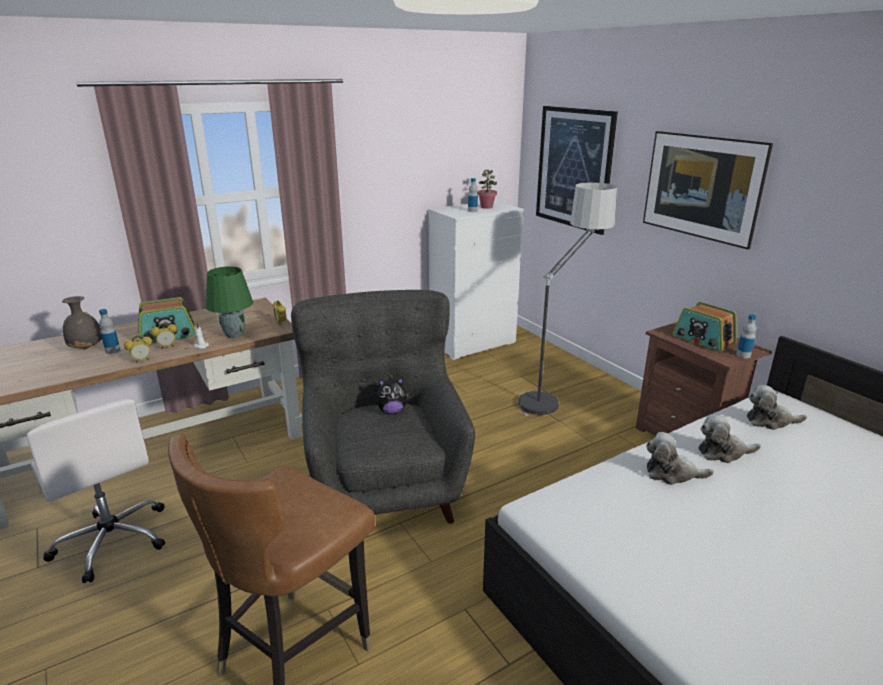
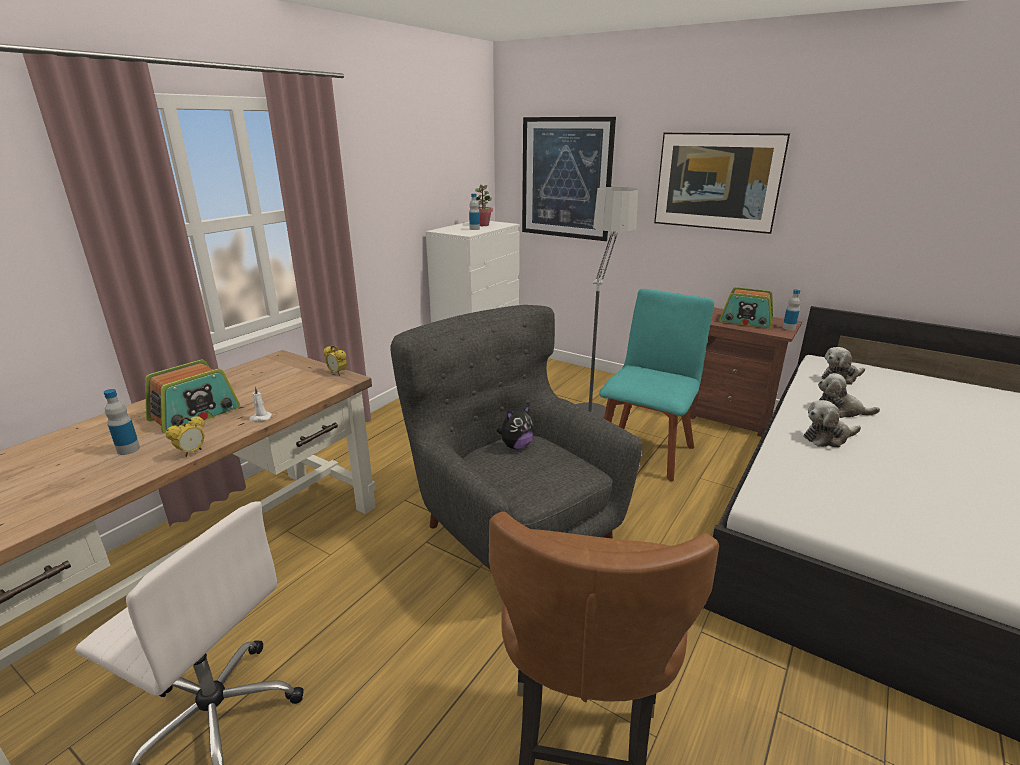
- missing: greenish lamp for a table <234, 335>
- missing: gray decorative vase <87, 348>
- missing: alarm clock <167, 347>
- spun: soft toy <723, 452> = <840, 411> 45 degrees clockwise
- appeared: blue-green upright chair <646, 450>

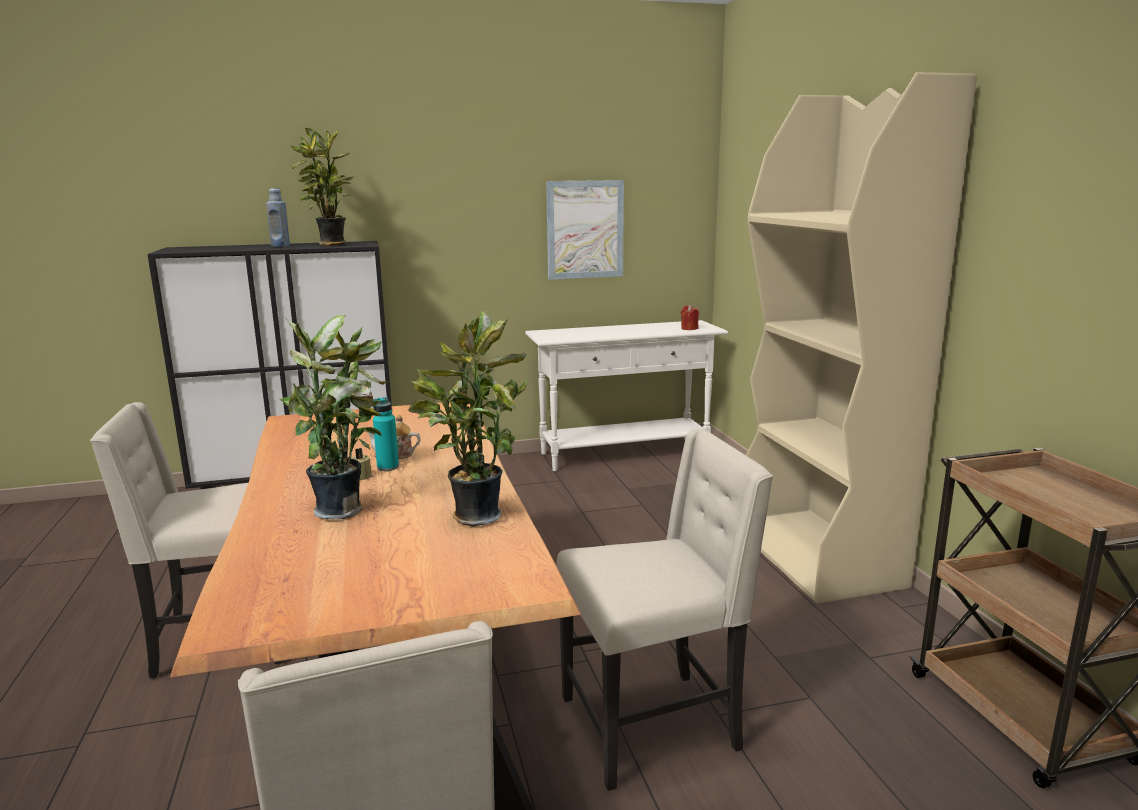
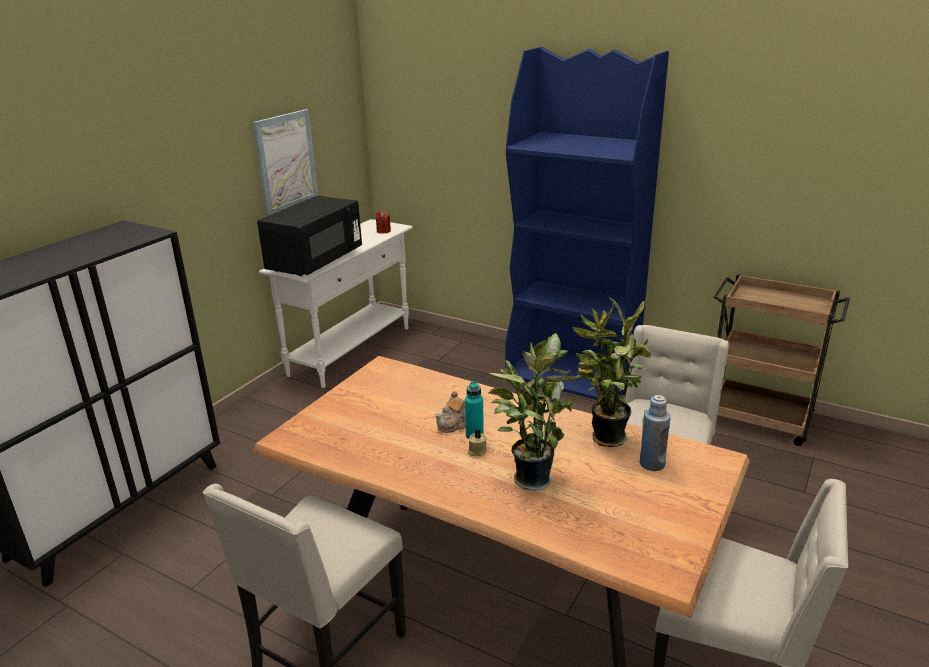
- colour: sand-coloured bookcase <815, 555> to blue-coloured bookcase <573, 375>
- missing: plant in a pot <331, 244>
- relocated: blue-coloured bottle <280, 246> to <652, 464>
- appeared: black microwave oven <315, 261>

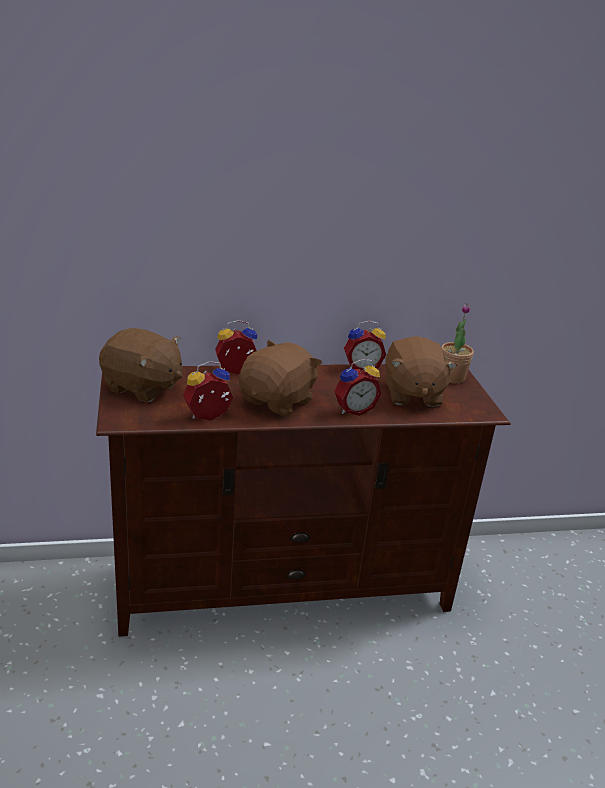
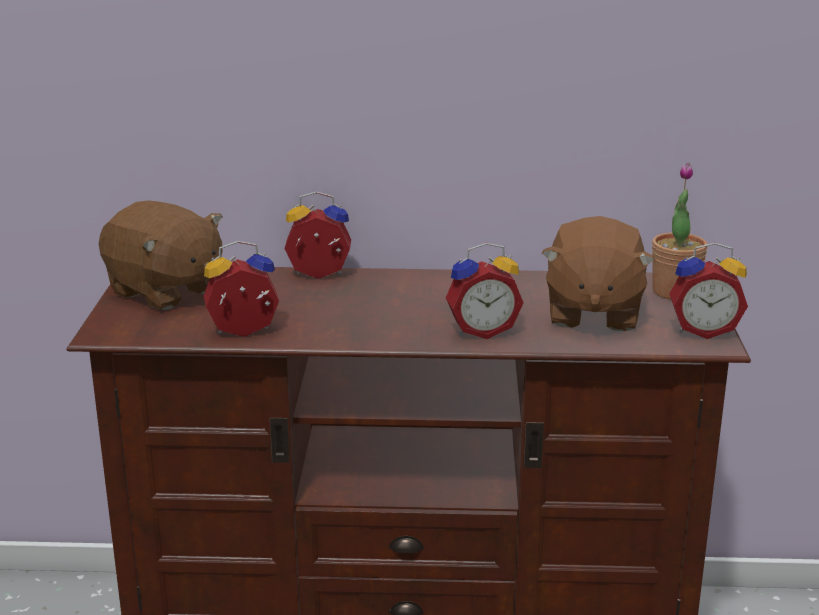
- relocated: alarm clock <361, 367> to <703, 330>
- missing: brownish soft toy <278, 401>

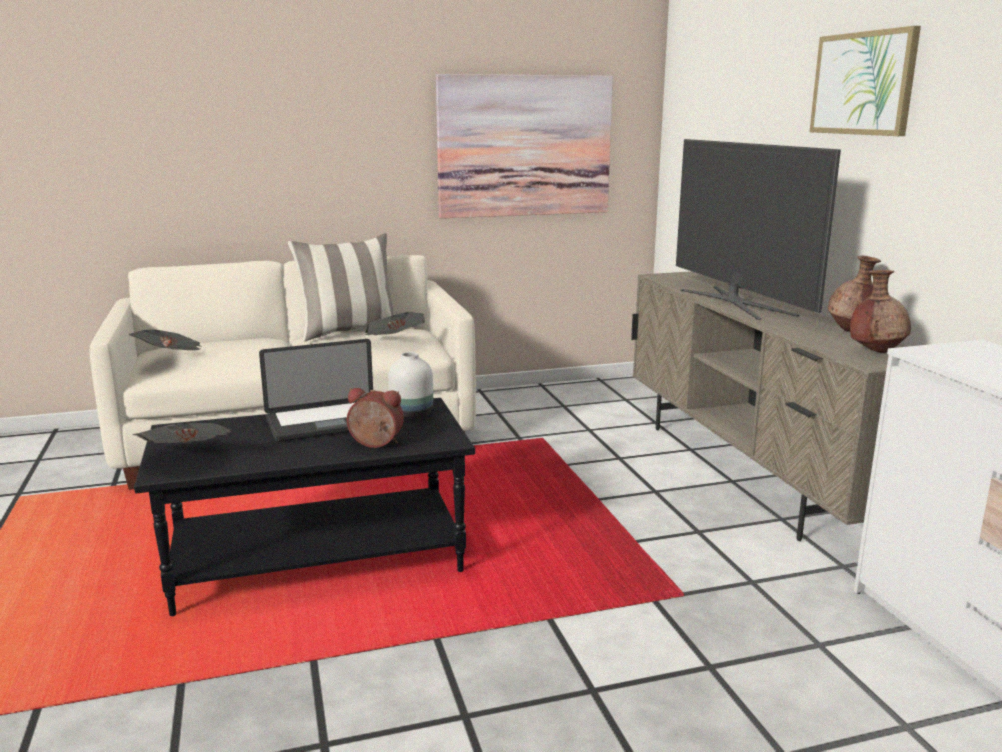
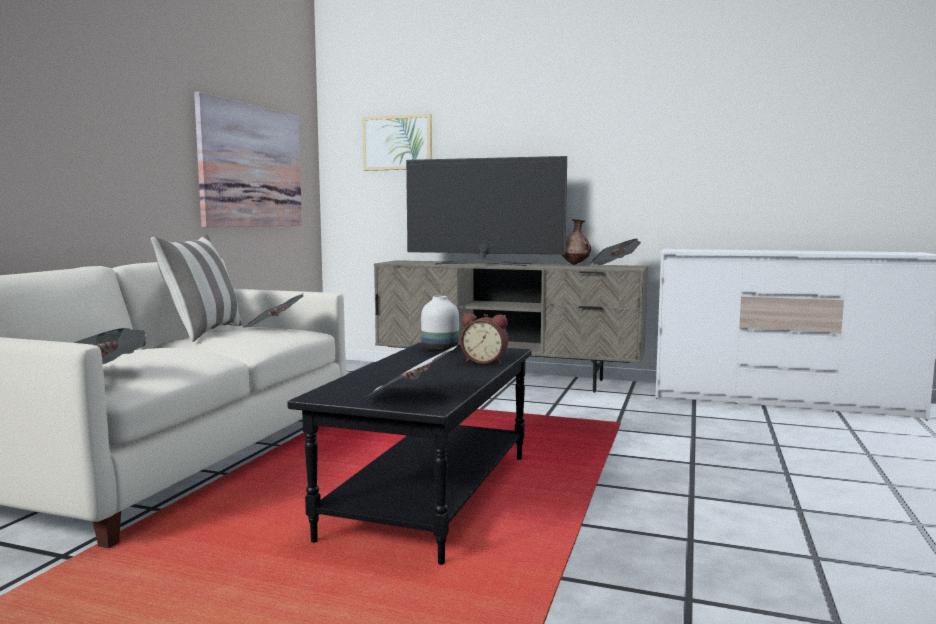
- relocated: picture <863, 83> to <397, 143>
- exchanged: brownish decorative vase <876, 351> to newspaper <614, 266>
- missing: notebook computer <327, 423>
- spun: alarm clock <375, 444> = <485, 361> 120 degrees counterclockwise

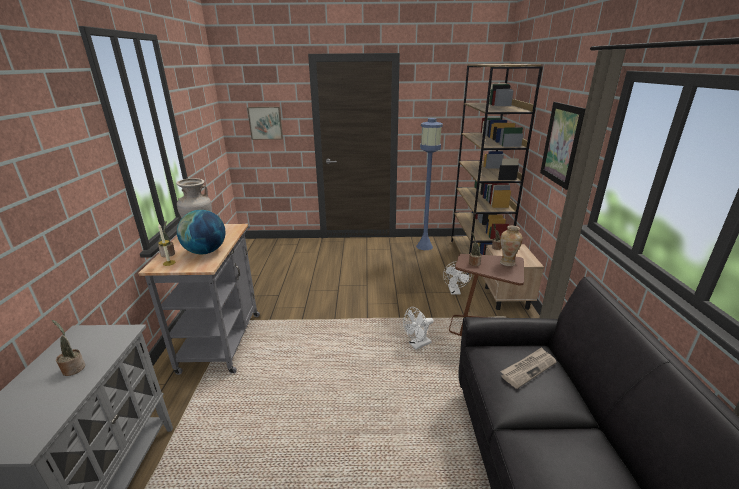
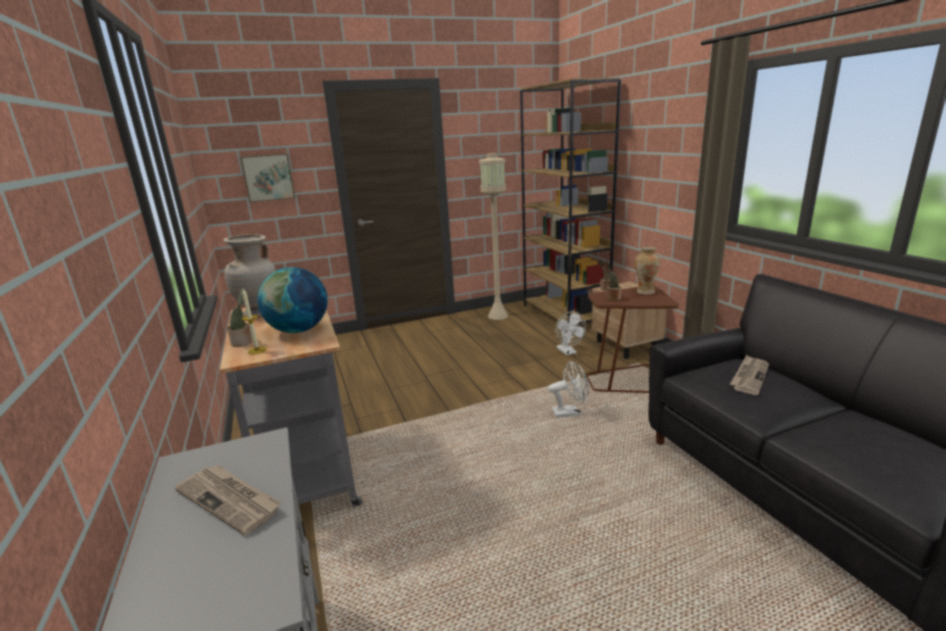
- missing: picture <561, 144>
- colour: blue-coloured standing lamp <424, 246> to sand-coloured standing lamp <498, 316>
- spun: white electric fan <417, 345> = <570, 412> 135 degrees counterclockwise
- exchanged: plant in a pot <73, 368> to newspaper <230, 500>

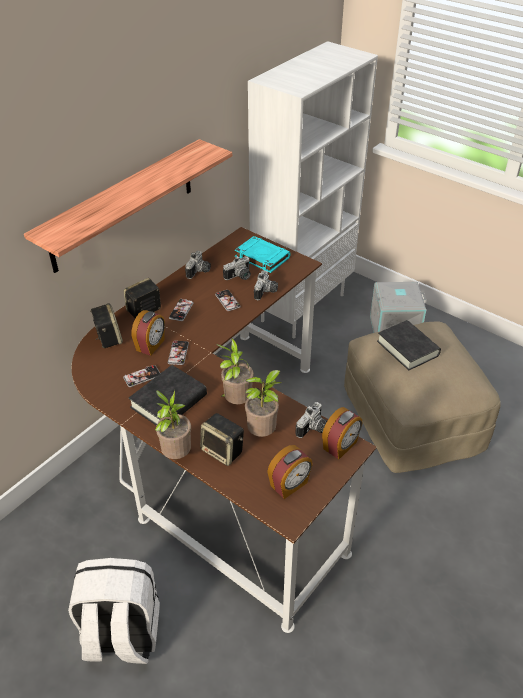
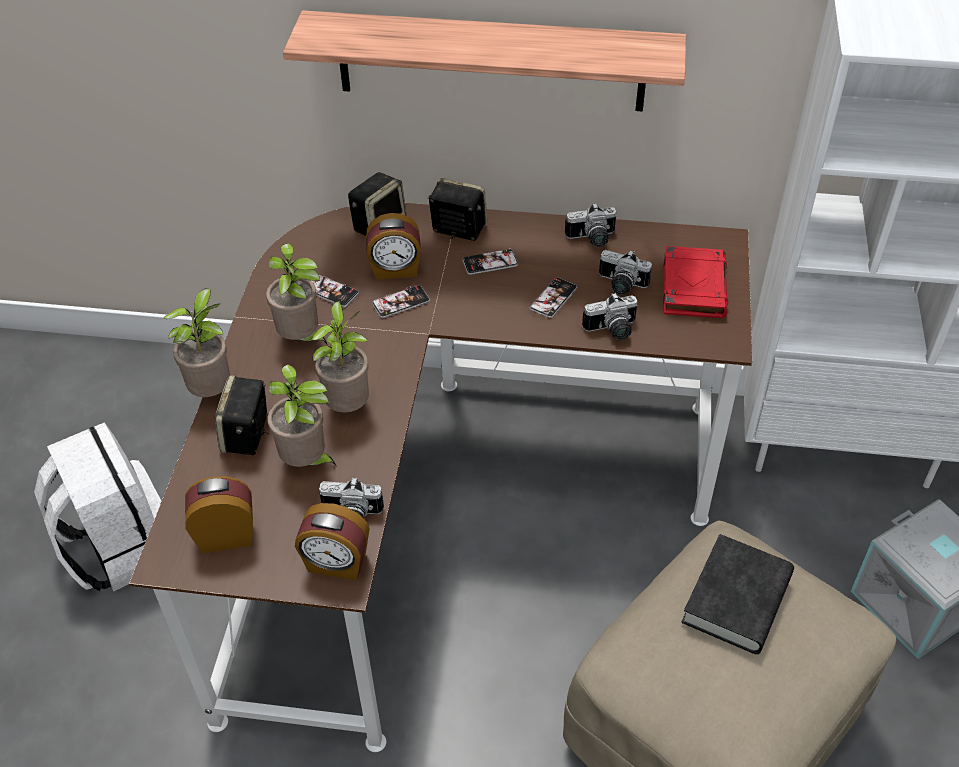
- colour: blue-green bound book <261, 257> to red bound book <693, 286>
- exchanged: black bound book <169, 402> to plant in a pot <302, 339>
- spun: alarm clock <289, 485> = <226, 534> 150 degrees clockwise

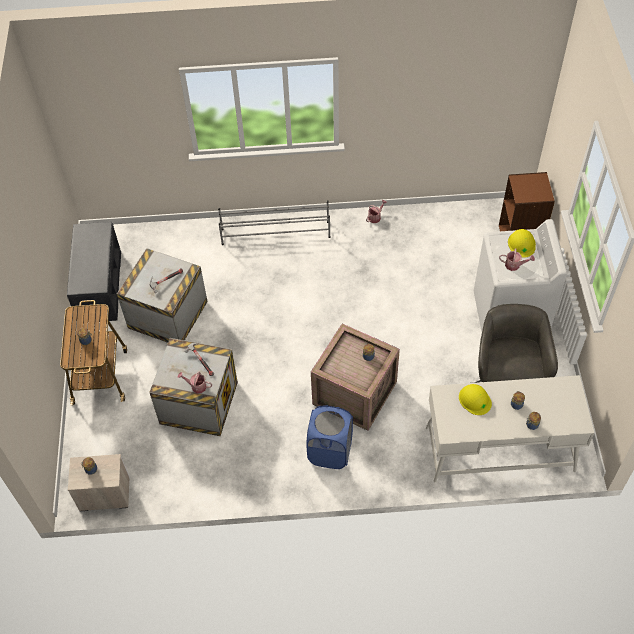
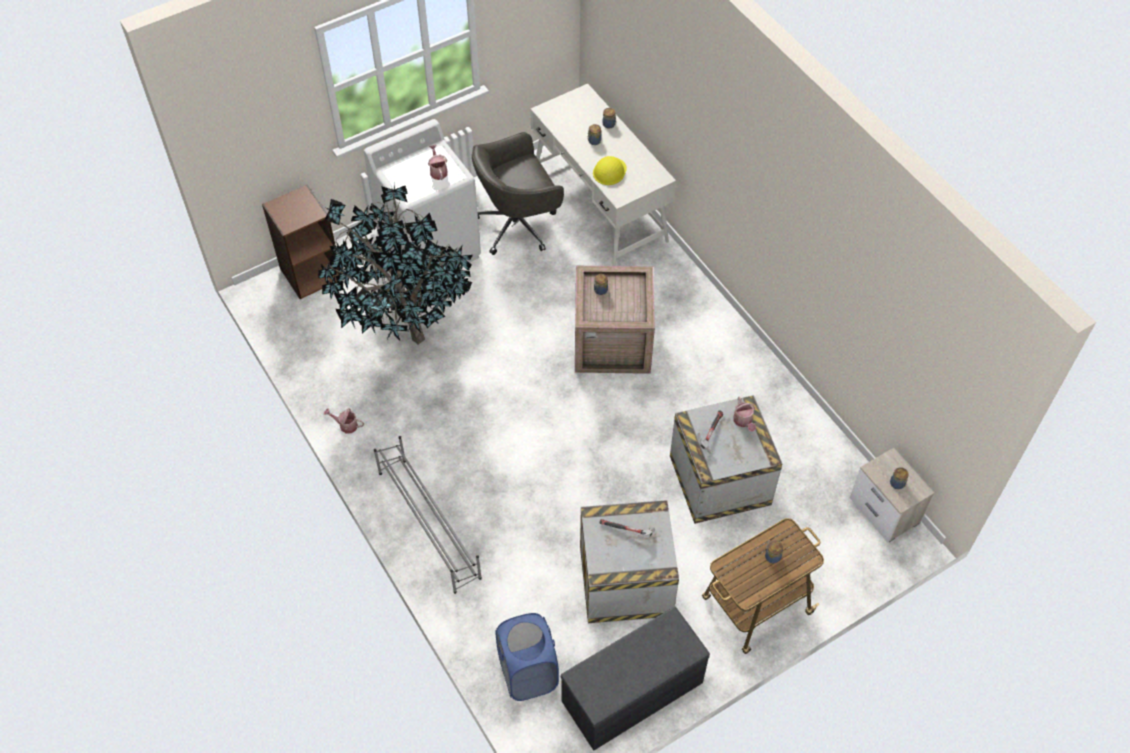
- missing: yellow work helmet <521, 244>
- relocated: blue-coloured washing basket <330, 452> to <527, 673>
- appeared: plant in a pot <410, 347>

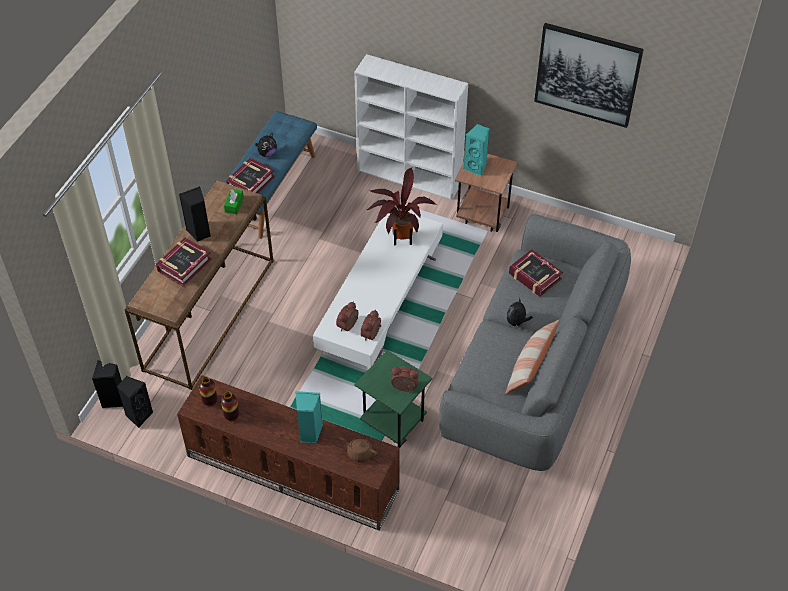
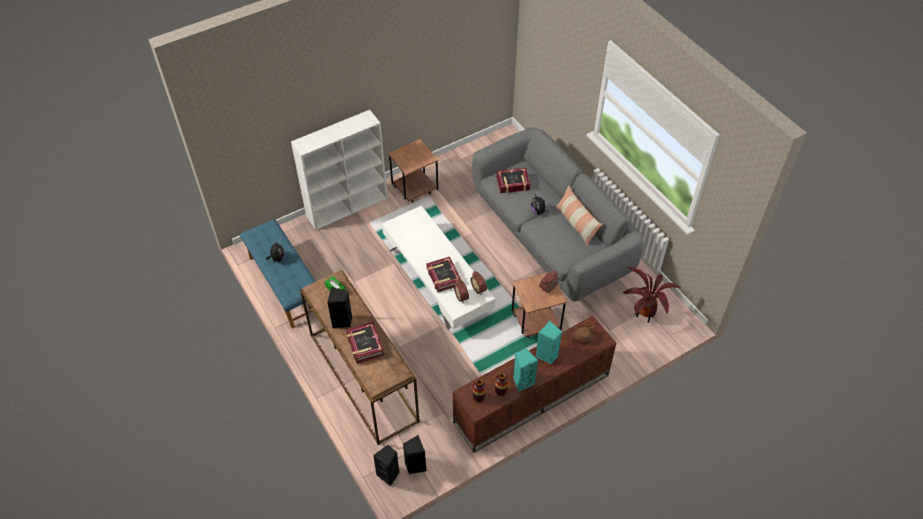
- missing: picture <587, 74>
- relocated: blue-green audio speaker <476, 167> to <522, 381>
- relocated: bound book <250, 182> to <443, 277>
- relocated: plant in a pot <400, 237> to <643, 316>
- colour: greenish end table <392, 424> to brownish end table <535, 325>

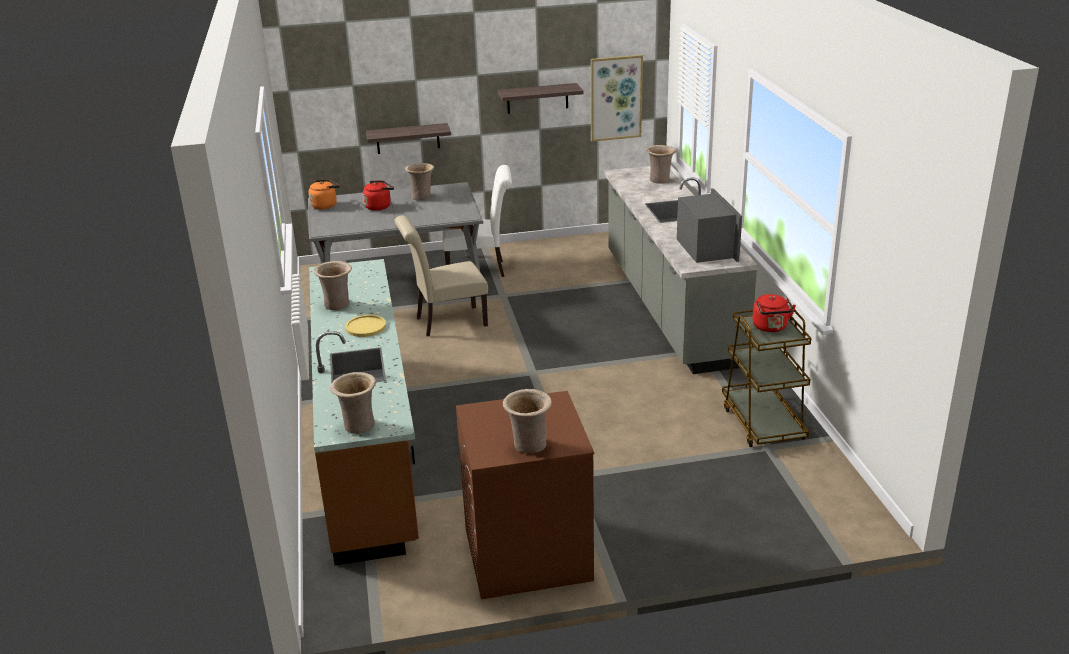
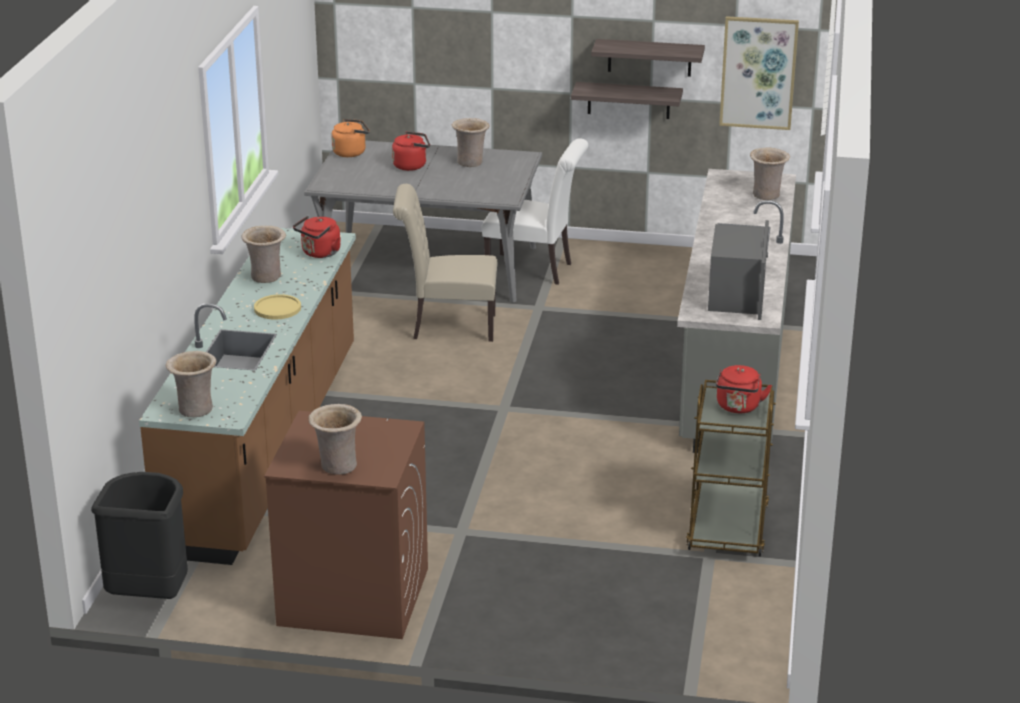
- relocated: wall shelf <407, 138> to <628, 100>
- appeared: red kettle <319, 253>
- appeared: black waste bin <150, 596>

